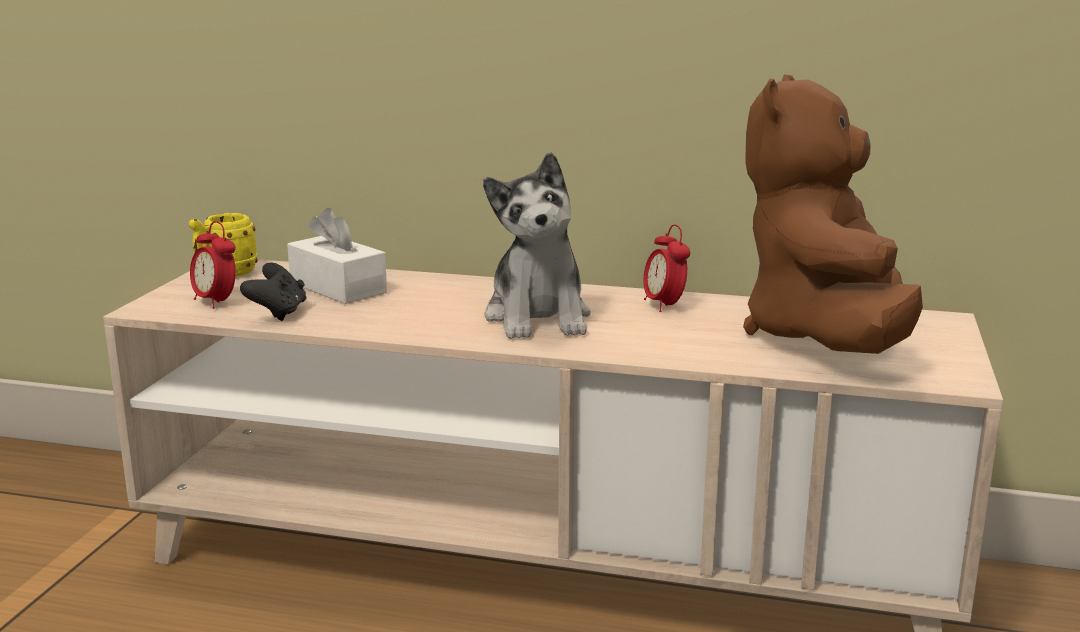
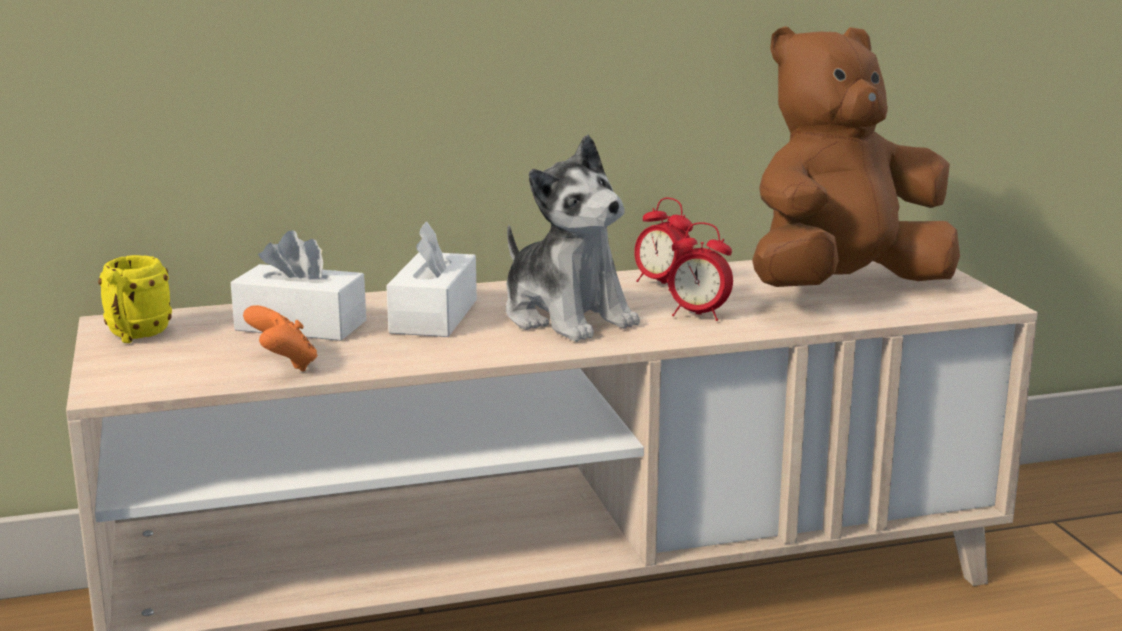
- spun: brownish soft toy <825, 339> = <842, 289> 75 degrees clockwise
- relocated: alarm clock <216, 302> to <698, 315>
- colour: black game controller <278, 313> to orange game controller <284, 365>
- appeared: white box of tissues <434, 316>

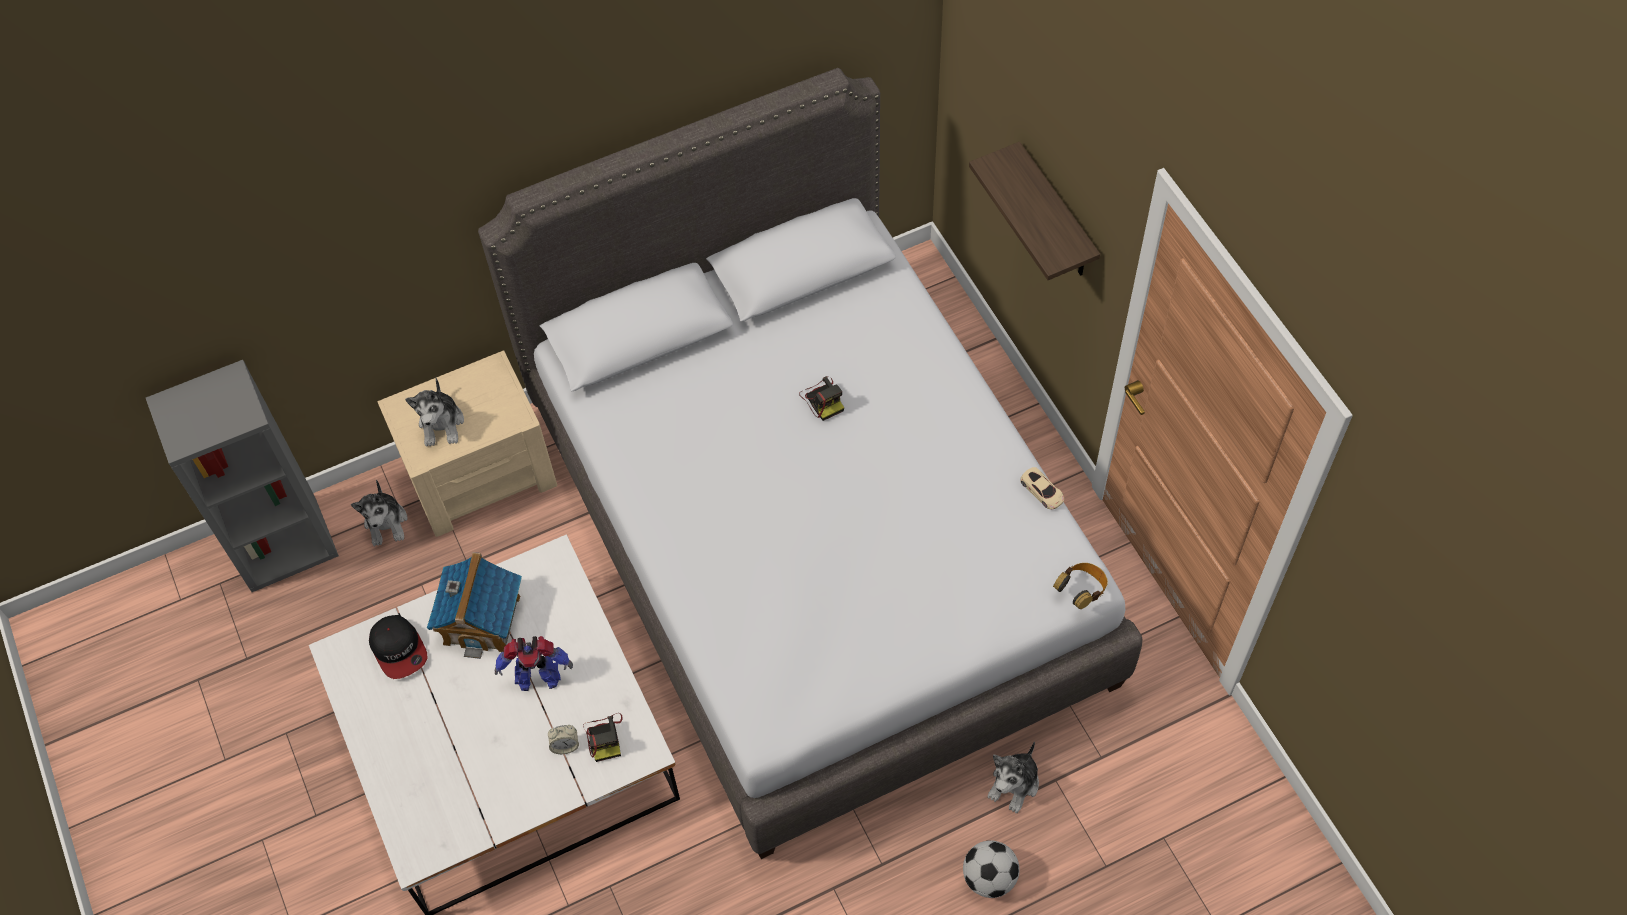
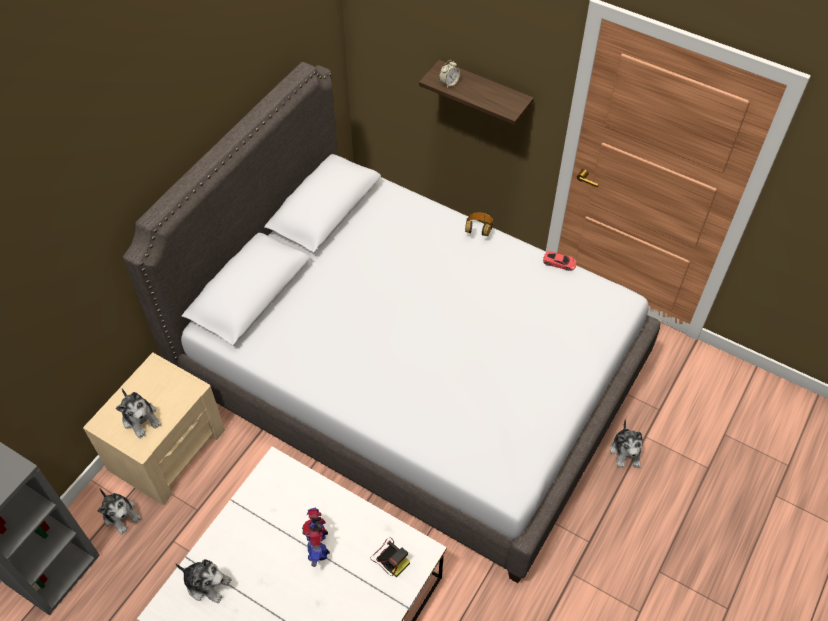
- missing: still camera <822, 399>
- colour: sand-coloured toy car <1042, 491> to red toy car <559, 262>
- missing: model house <482, 619>
- relocated: headphones <1081, 590> to <478, 230>
- exchanged: peaked cap <399, 649> to soft toy <207, 583>
- spun: robot figure <538, 677> = <318, 546> 120 degrees clockwise
- relocated: alarm clock <565, 745> to <449, 83>
- missing: football ball <990, 877>

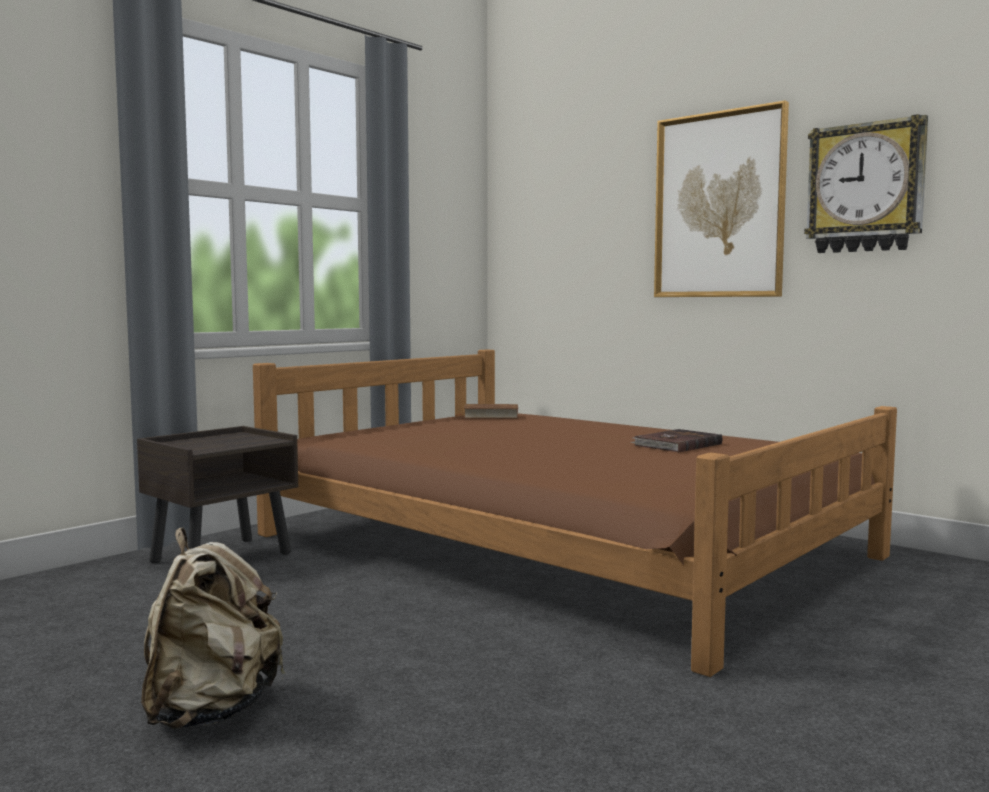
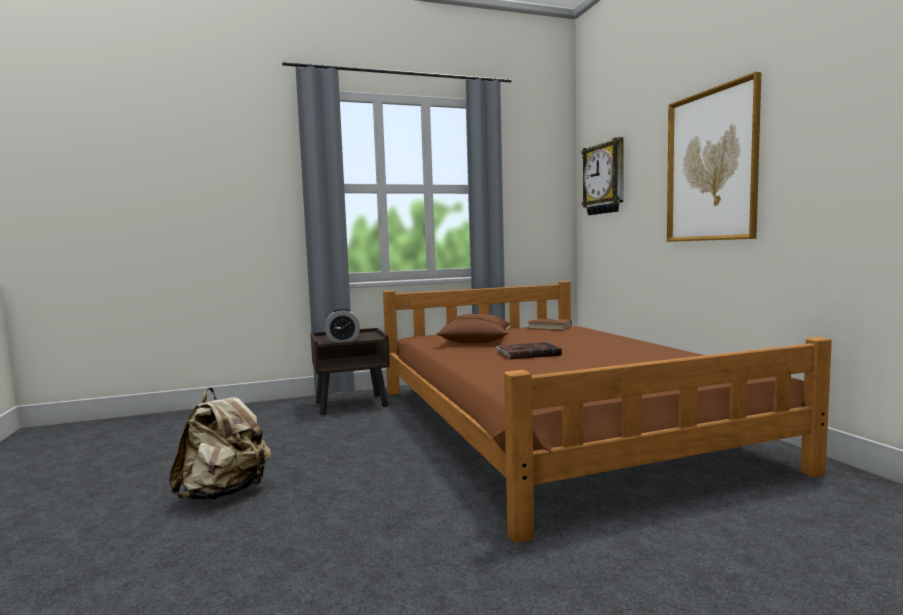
- relocated: hanging clock <865, 188> to <605, 178>
- relocated: brownish bound book <676, 445> to <528, 353>
- appeared: alarm clock <343, 340>
- appeared: brownish cushion <475, 341>

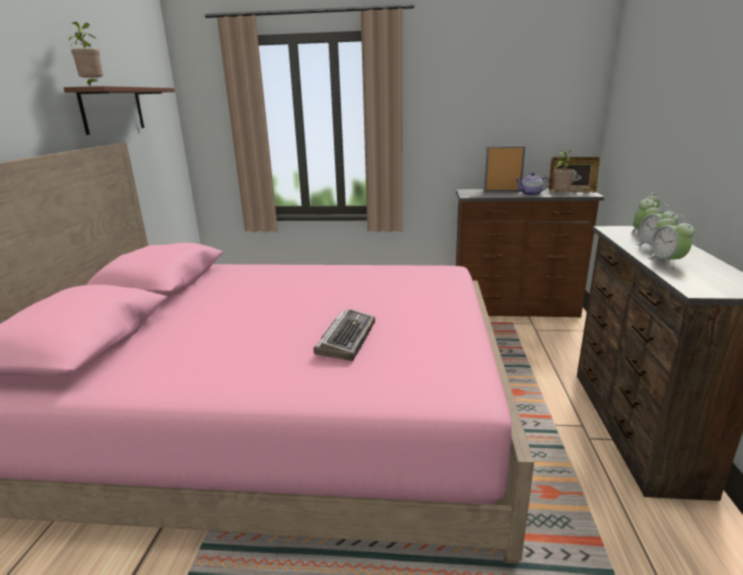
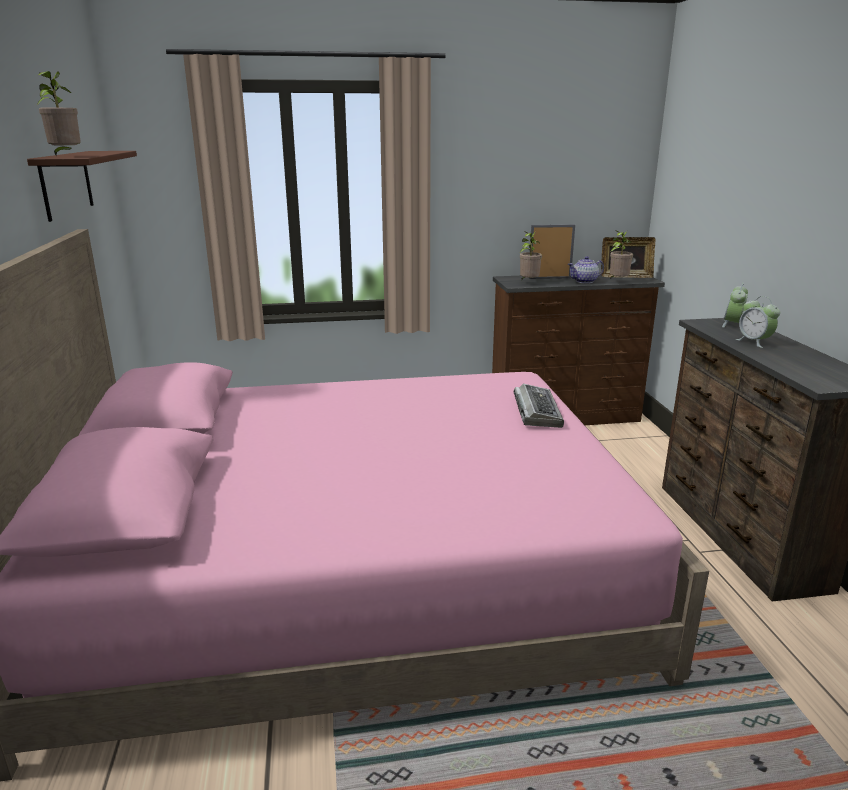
- missing: alarm clock <666, 262>
- relocated: keyboard <346, 339> to <536, 411>
- appeared: plant in a pot <528, 283>

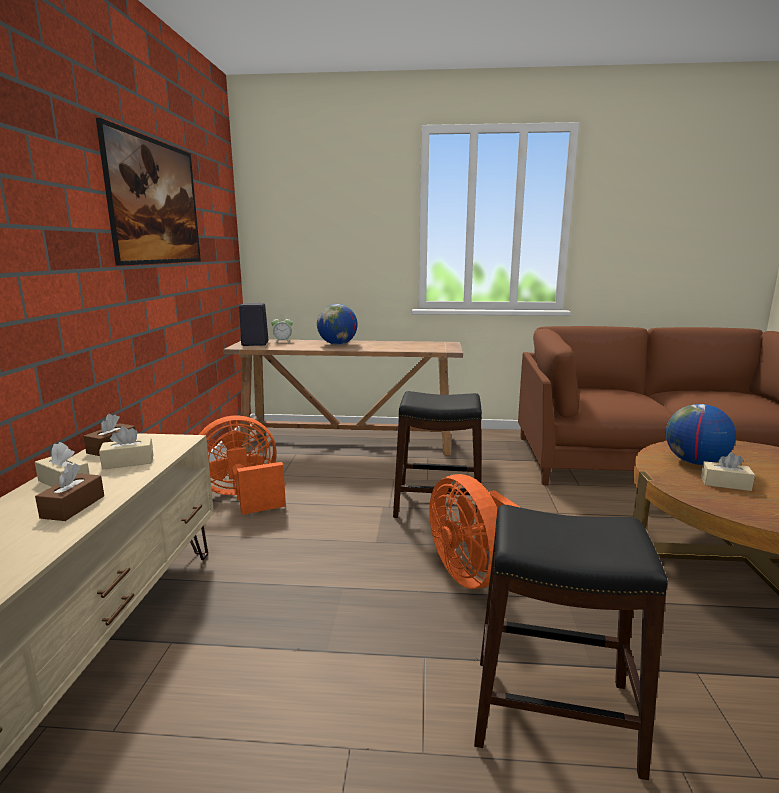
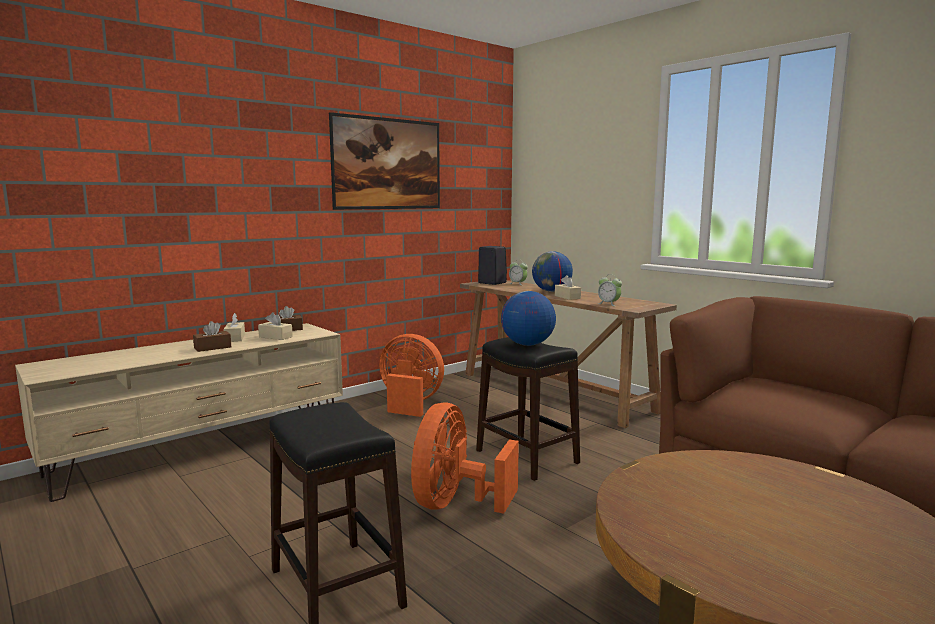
- relocated: world globe <694, 462> to <527, 344>
- relocated: sand-coloured box of tissues <725, 483> to <567, 297>
- appeared: alarm clock <609, 304>

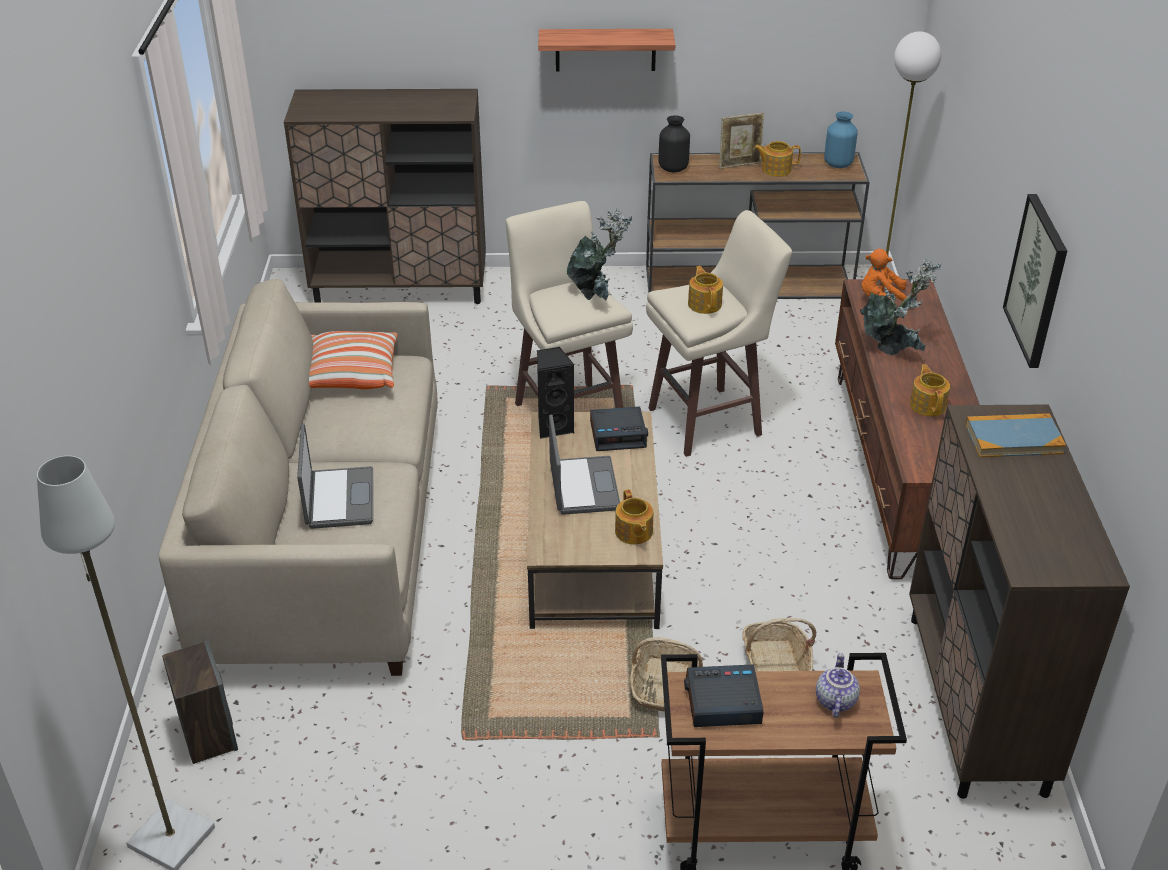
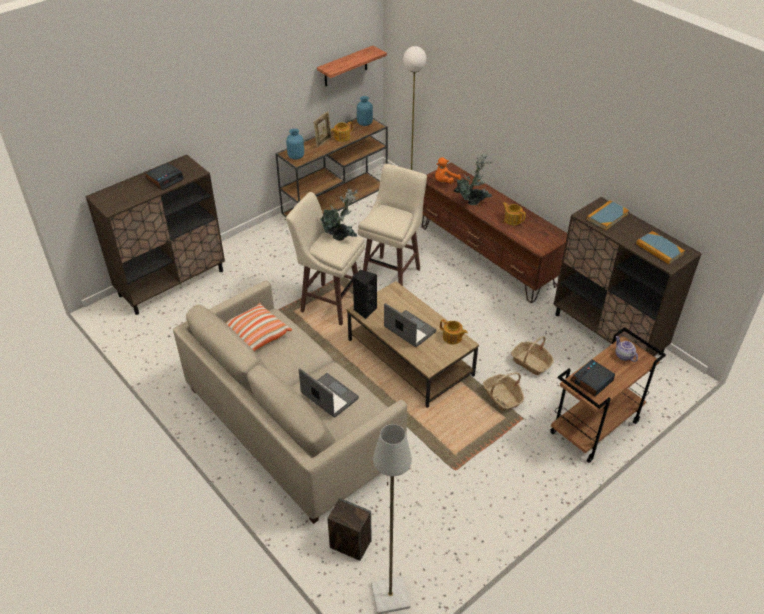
- relocated: wall shelf <605, 49> to <345, 66>
- colour: black decorative vase <672, 168> to blue-coloured decorative vase <295, 157>
- missing: picture <1037, 280>
- missing: tea pot <705, 304>
- relocated: alarm clock <618, 434> to <165, 179>
- appeared: bound book <659, 249>

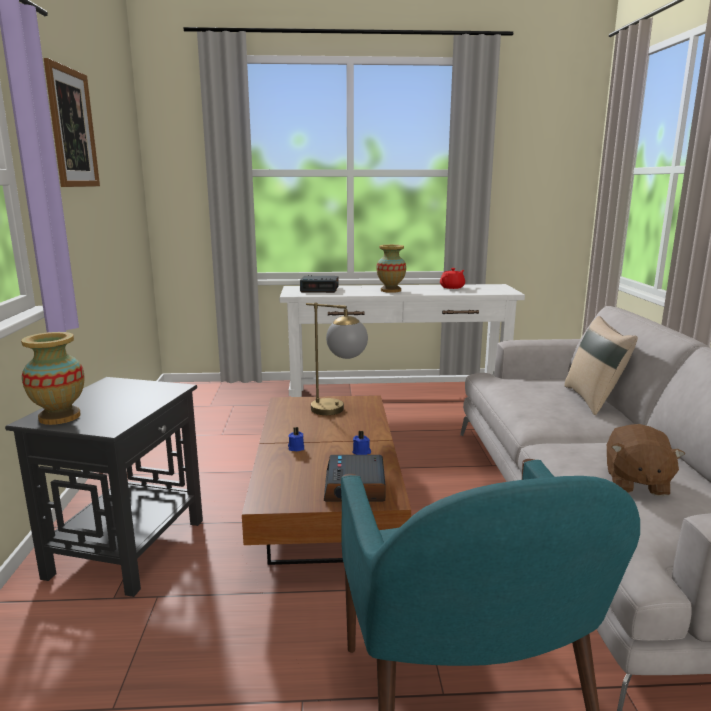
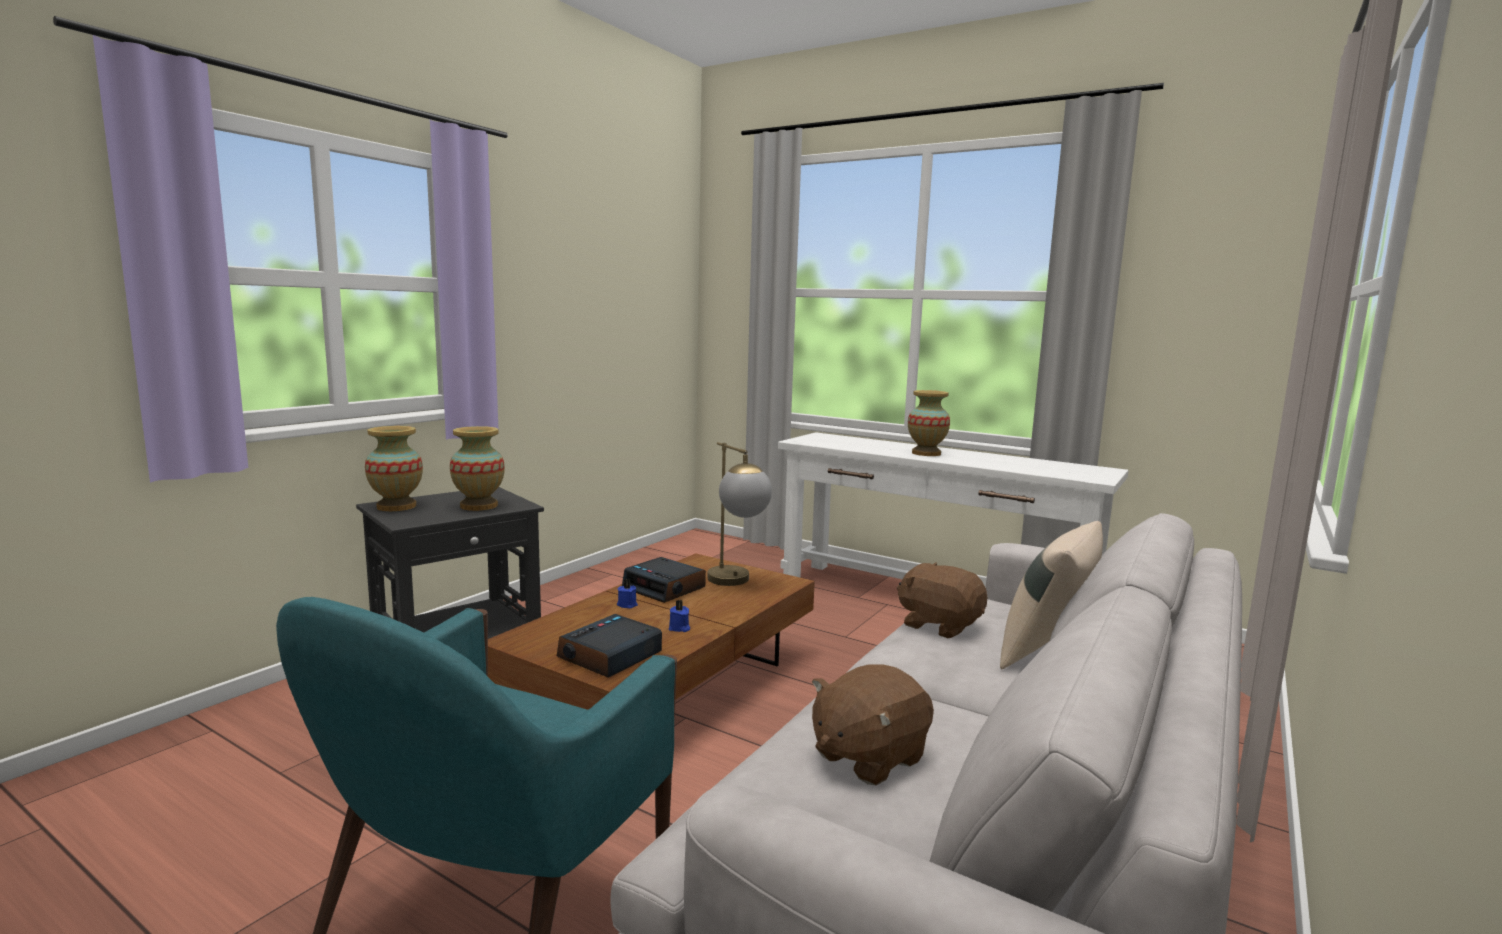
- missing: picture <72, 128>
- missing: red tea pot <452, 287>
- relocated: alarm clock <320, 289> to <665, 588>
- appeared: decorative vase <479, 506>
- appeared: brownish soft toy <939, 625>

